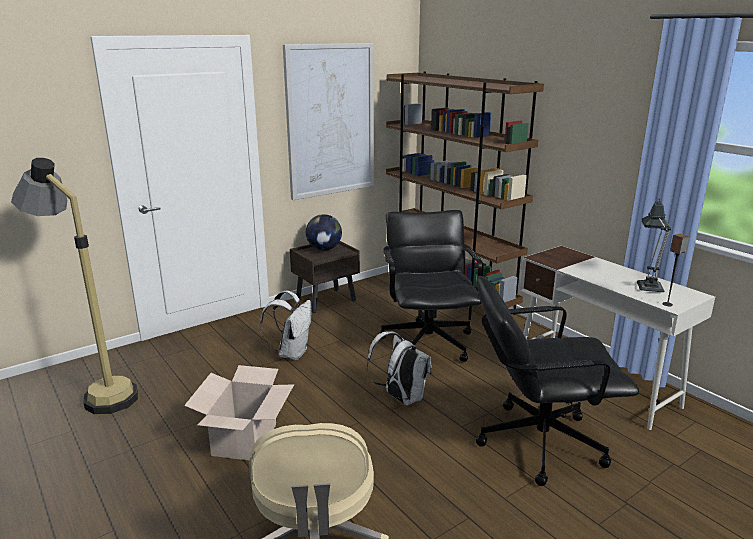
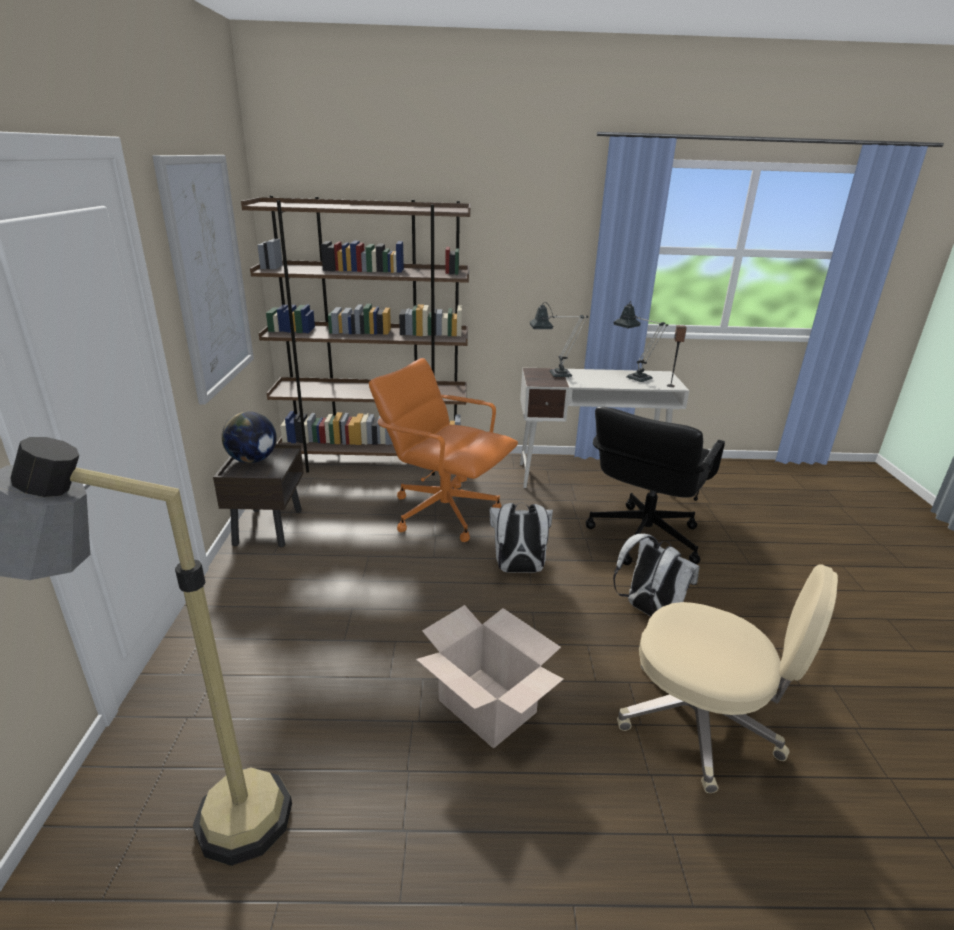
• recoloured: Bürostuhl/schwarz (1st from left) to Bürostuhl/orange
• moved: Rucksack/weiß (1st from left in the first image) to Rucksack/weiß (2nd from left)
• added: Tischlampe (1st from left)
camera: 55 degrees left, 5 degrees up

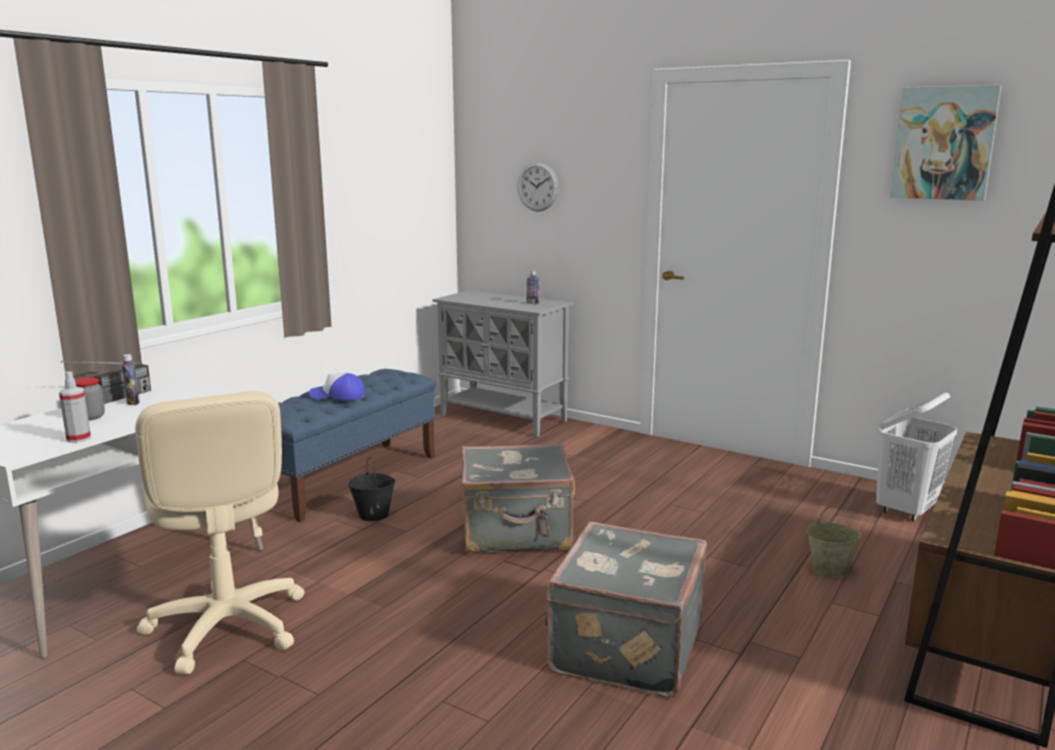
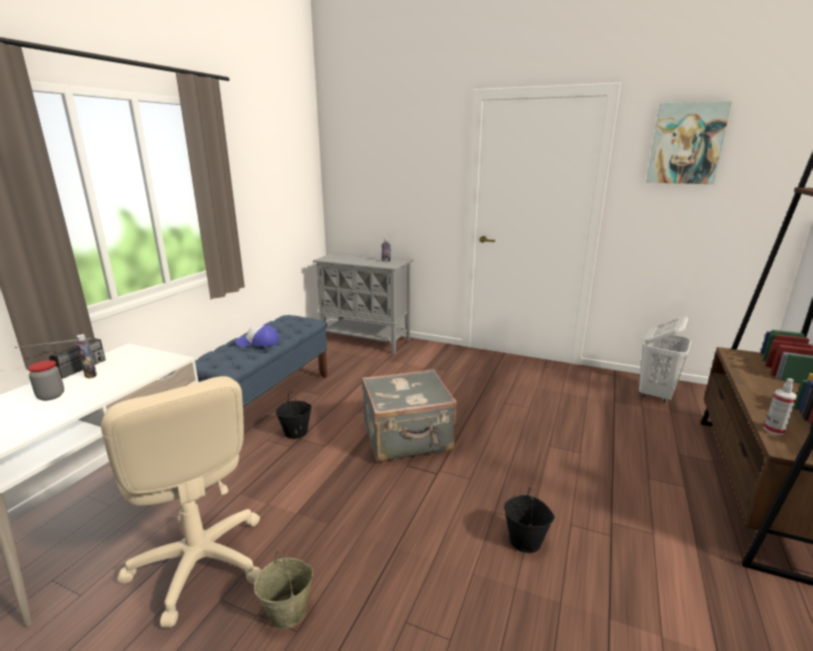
• removed: Wanduhr
• moved: Sprühflasche
• moved: Eimer/beige
• replaced: Koffer/grau (2nd from left) to Eimer/schwarz (2nd from left)
camera: 10 degrees left, 5 degrees up

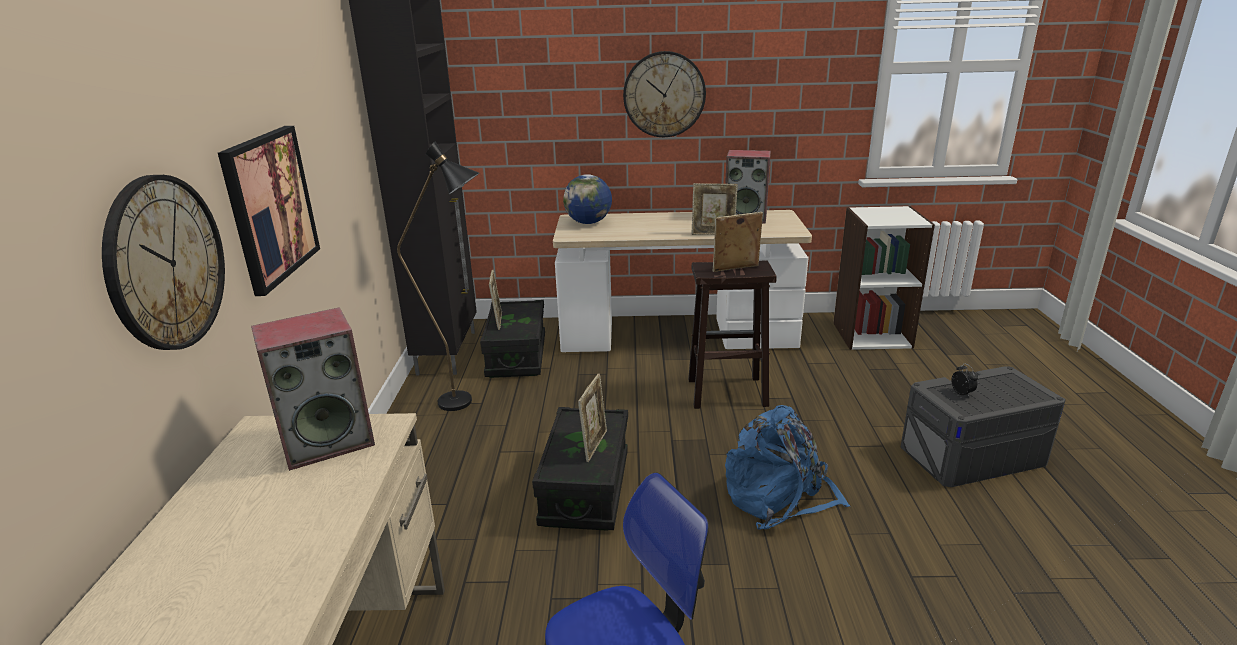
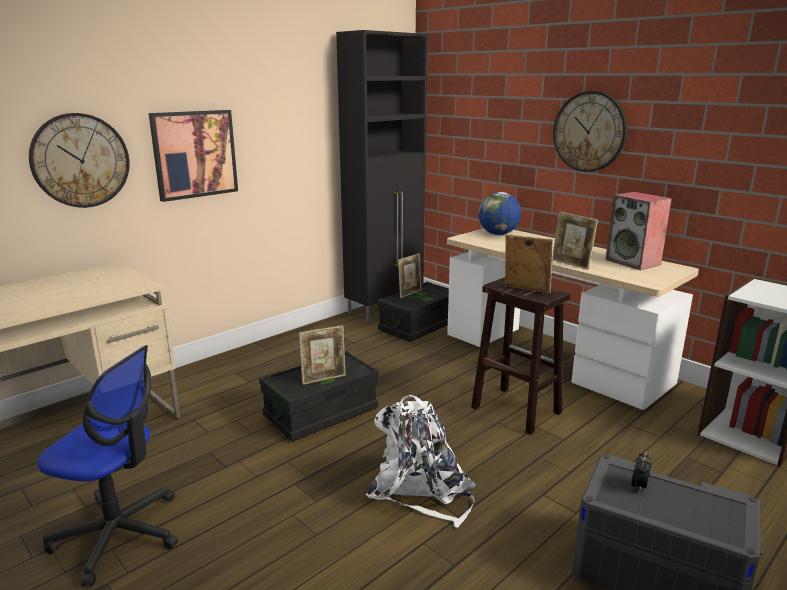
• removed: Stehlampe/schwarz
• removed: Lautsprecher (1st from left)
• recoloured: Rucksack/blau to Rucksack/weiß
camera: 45 degrees right, 5 degrees down

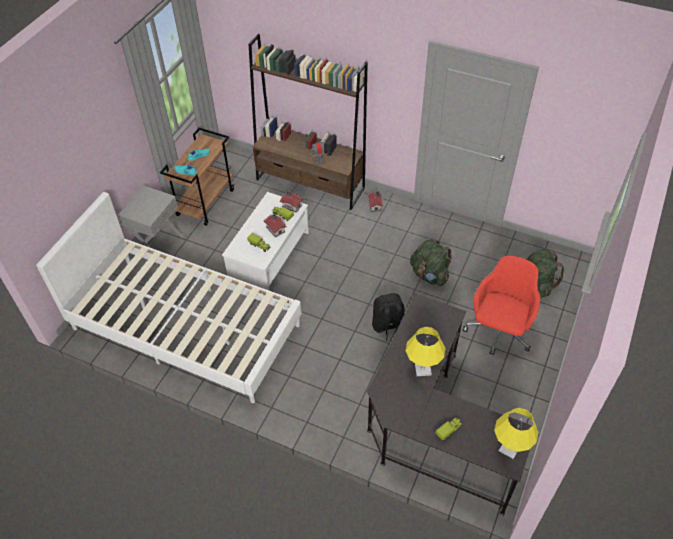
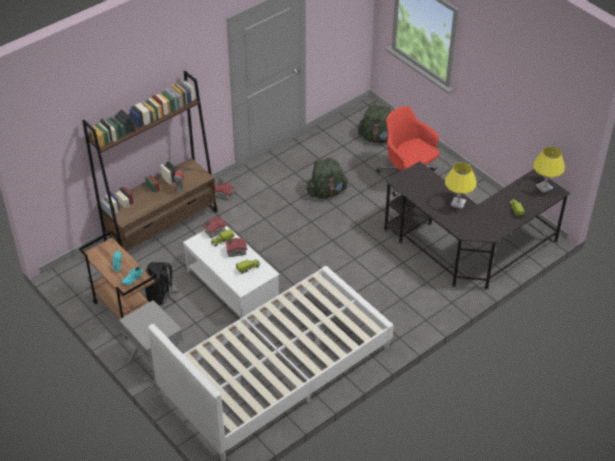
• moved: Rucksack/schwarz
camera: 65 degrees left, 5 degrees down

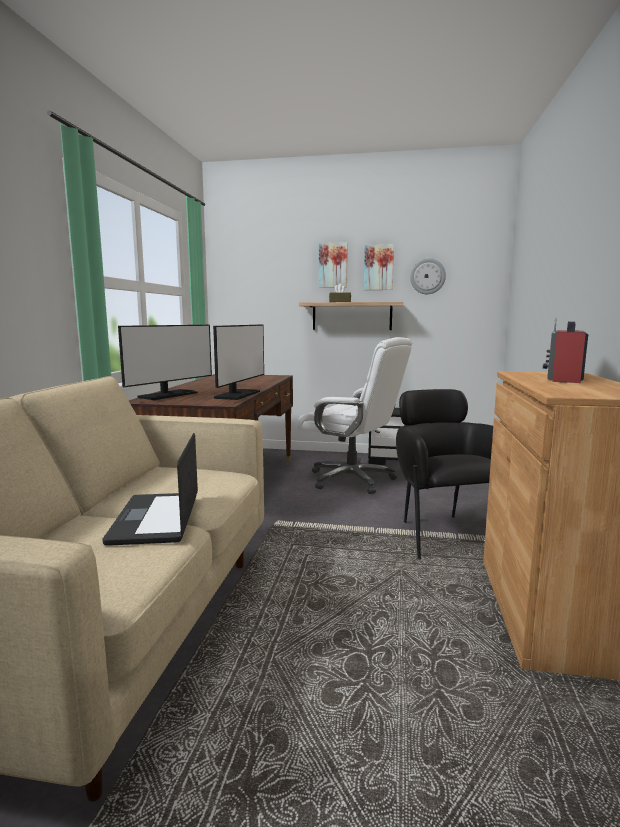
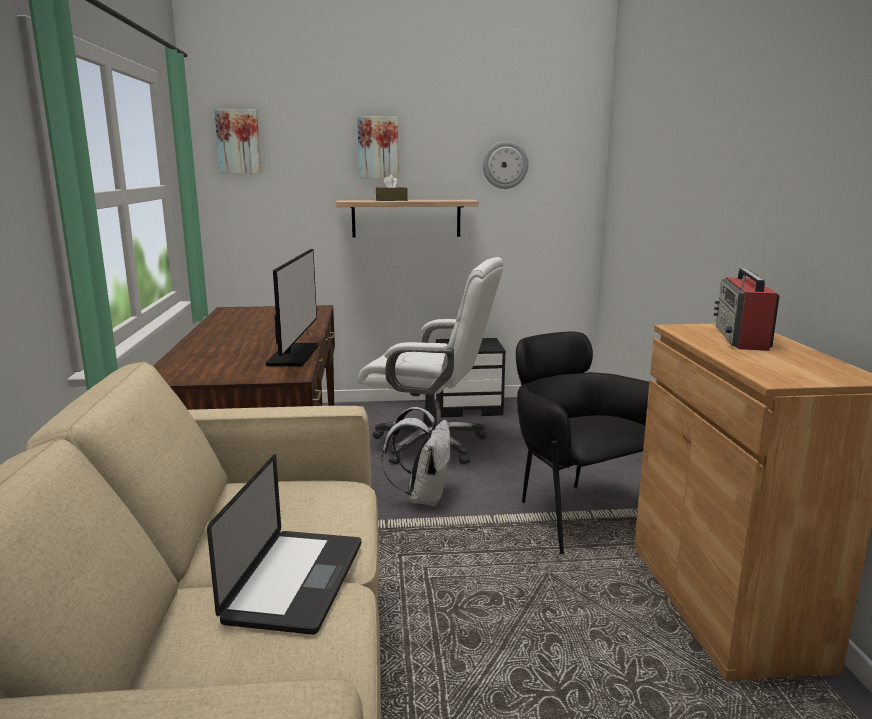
• moved: Bild (2nd from left in the first image) to Bild (1st from left)
• removed: Monitor (1st from left)
• turned: Laptop 150 degrees counterclockwise
• added: Rucksack/weiß
camera: 15 degrees left, 5 degrees up

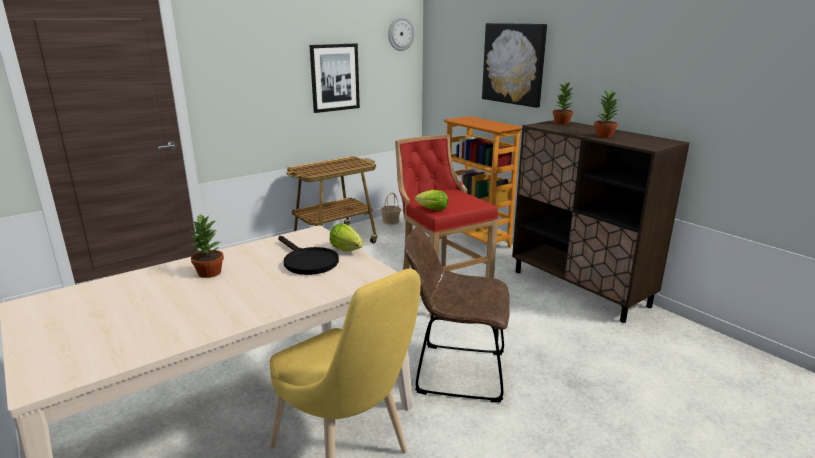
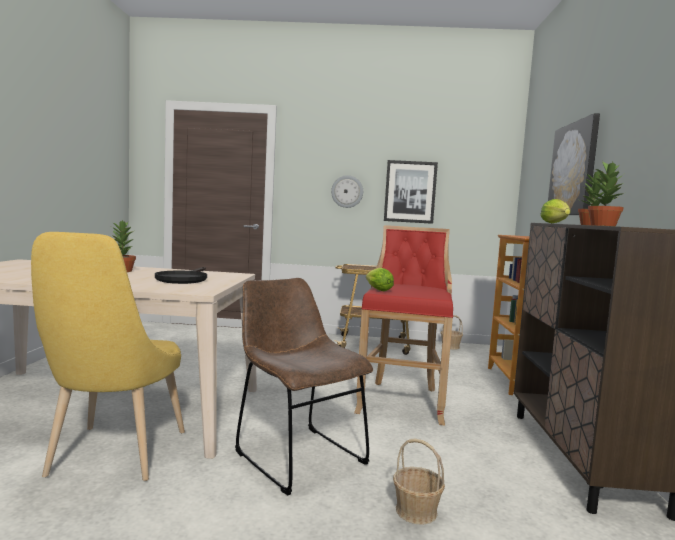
• moved: Wanduhr
• moved: Salatkopf (1st from left in the first image) to Salatkopf (2nd from left)
• added: Korb (1st from left)
camera: 40 degrees right, 15 degrees down

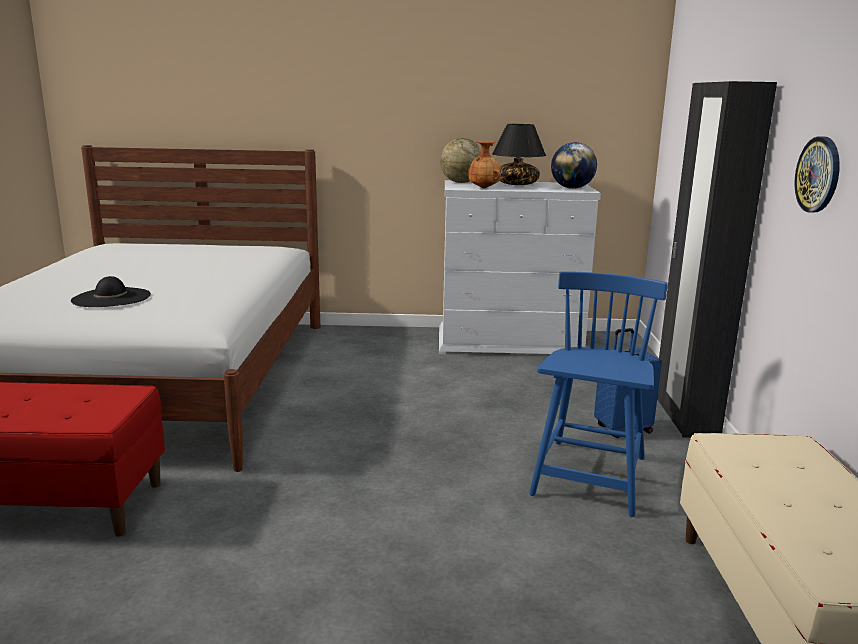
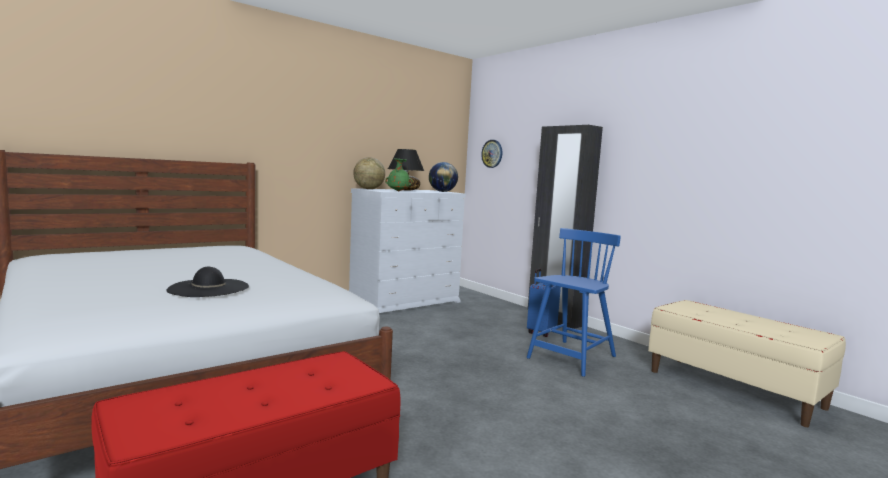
• moved: Wanduhr
• recoloured: Vase/braun to Vase/grün
• turned: Stuhl/blau 60 degrees clockwise
camera: 40 degrees left, 10 degrees down

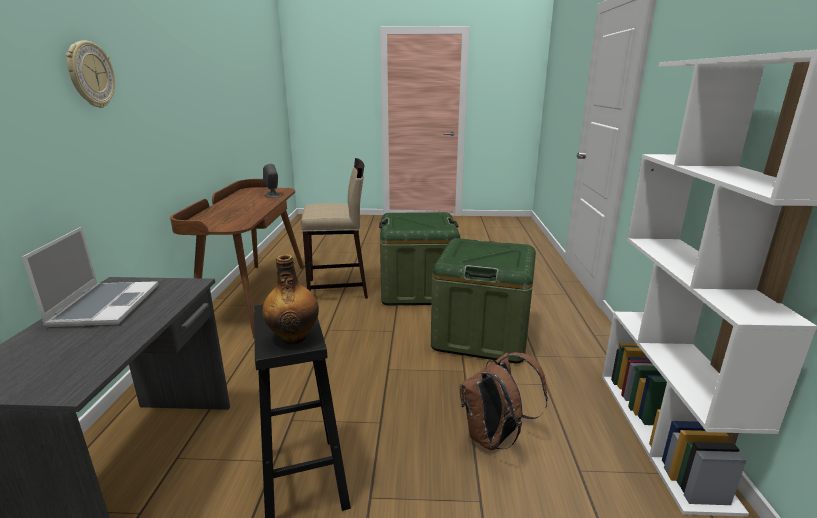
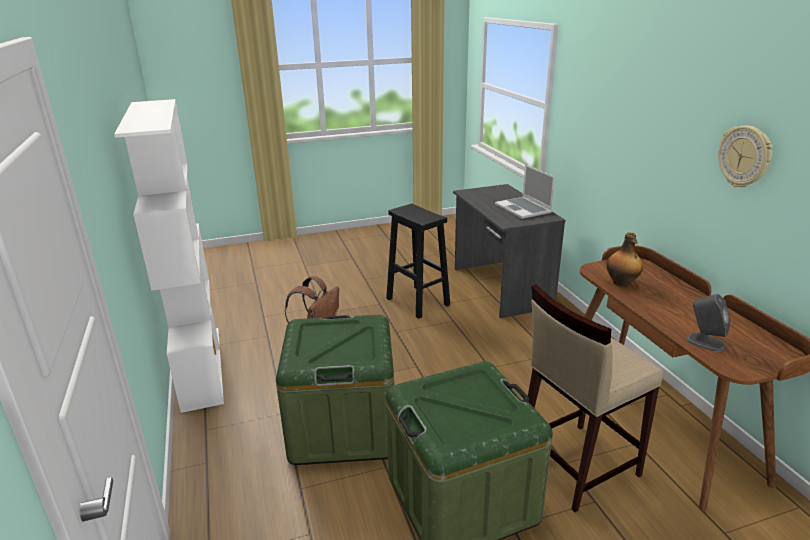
• moved: Wanduhr
• moved: Flasche
camera: 160 degrees right, 5 degrees up

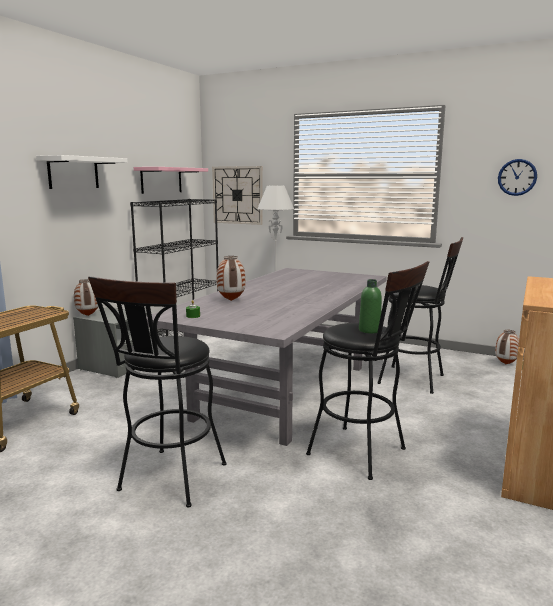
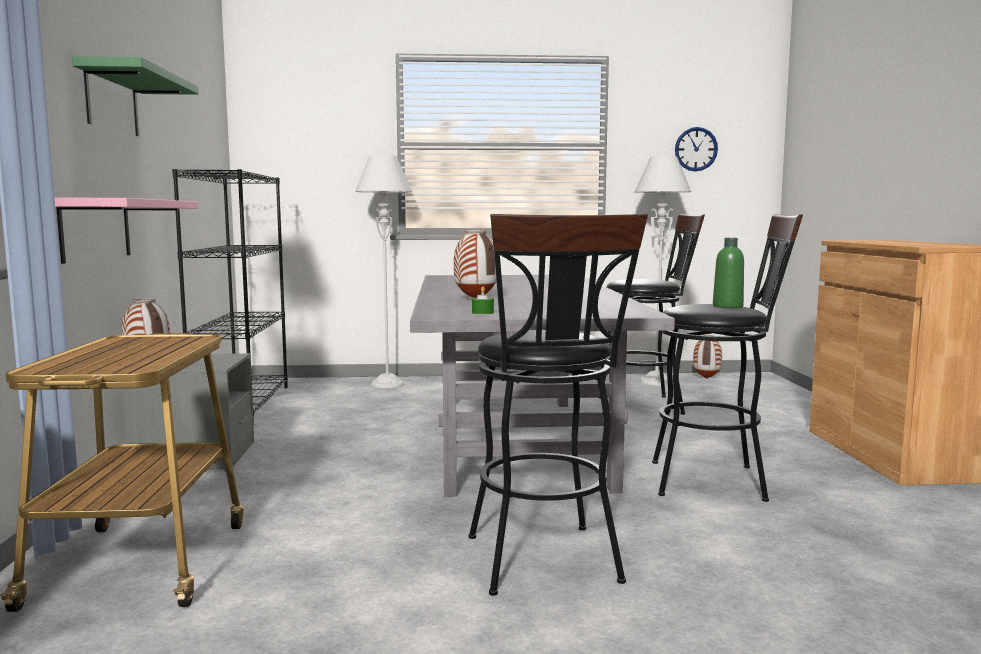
• recoloured: Wandregal/weiß to Wandregal/grün
• removed: Wanduhr (1st from left)
• moved: Wandregal/rosa
• added: Stehlampe/grau (2nd from left)
camera: 30 degrees left, 5 degrees down

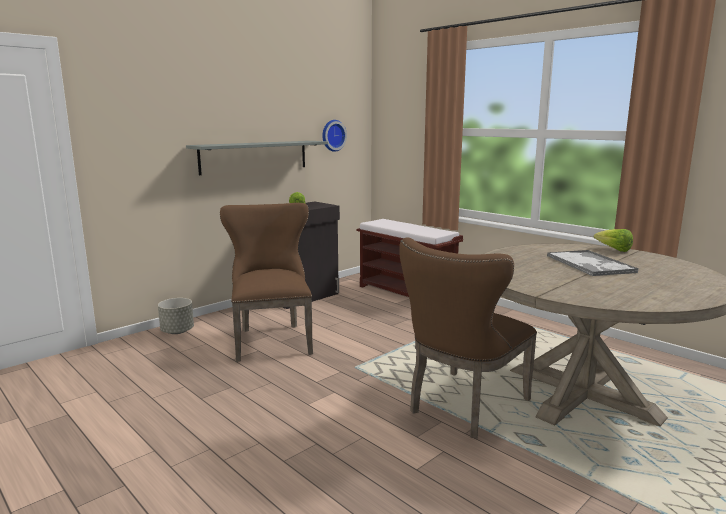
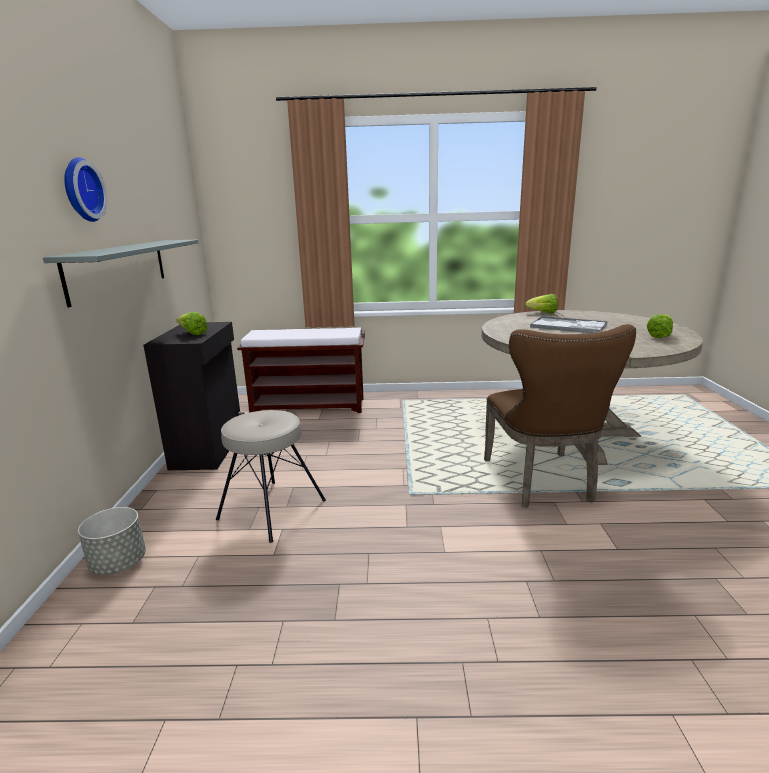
• moved: Wanduhr
• replaced: Stuhl/braun (1st from left) to Hocker/beige
• added: Salatkopf (3rd from left)
camera: 45 degrees left, 5 degrees up

